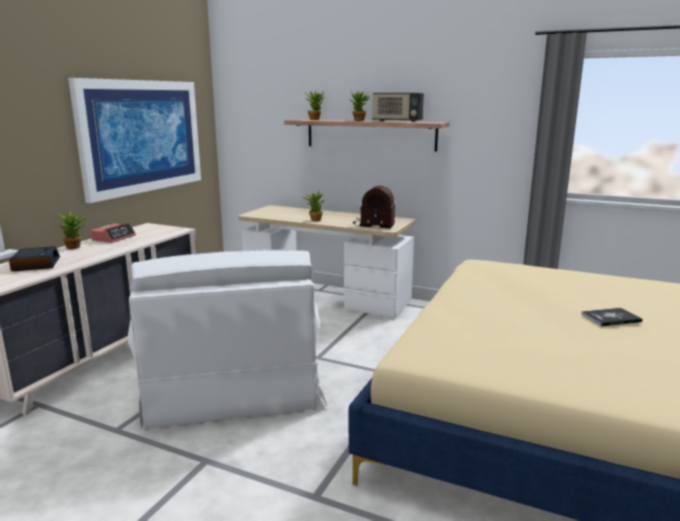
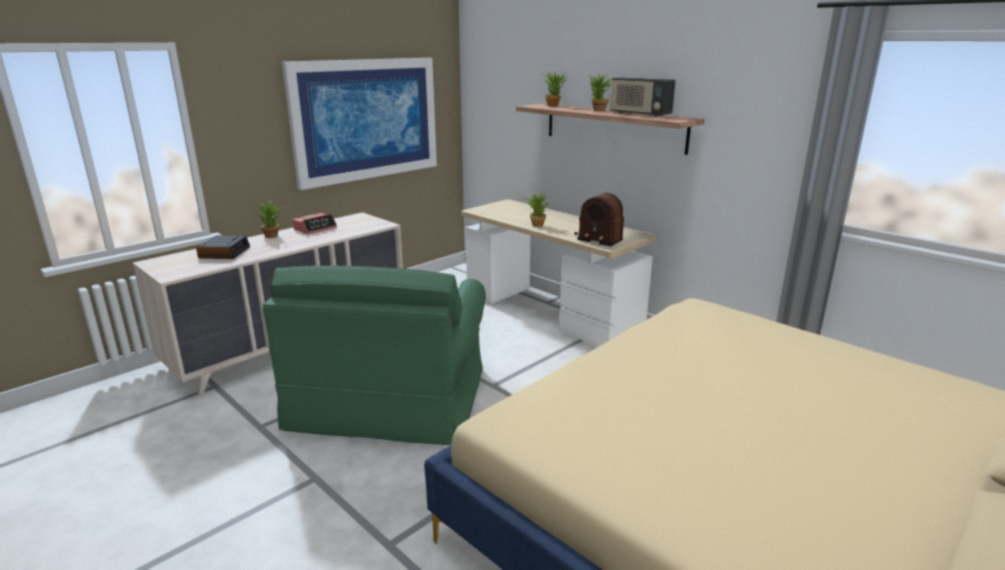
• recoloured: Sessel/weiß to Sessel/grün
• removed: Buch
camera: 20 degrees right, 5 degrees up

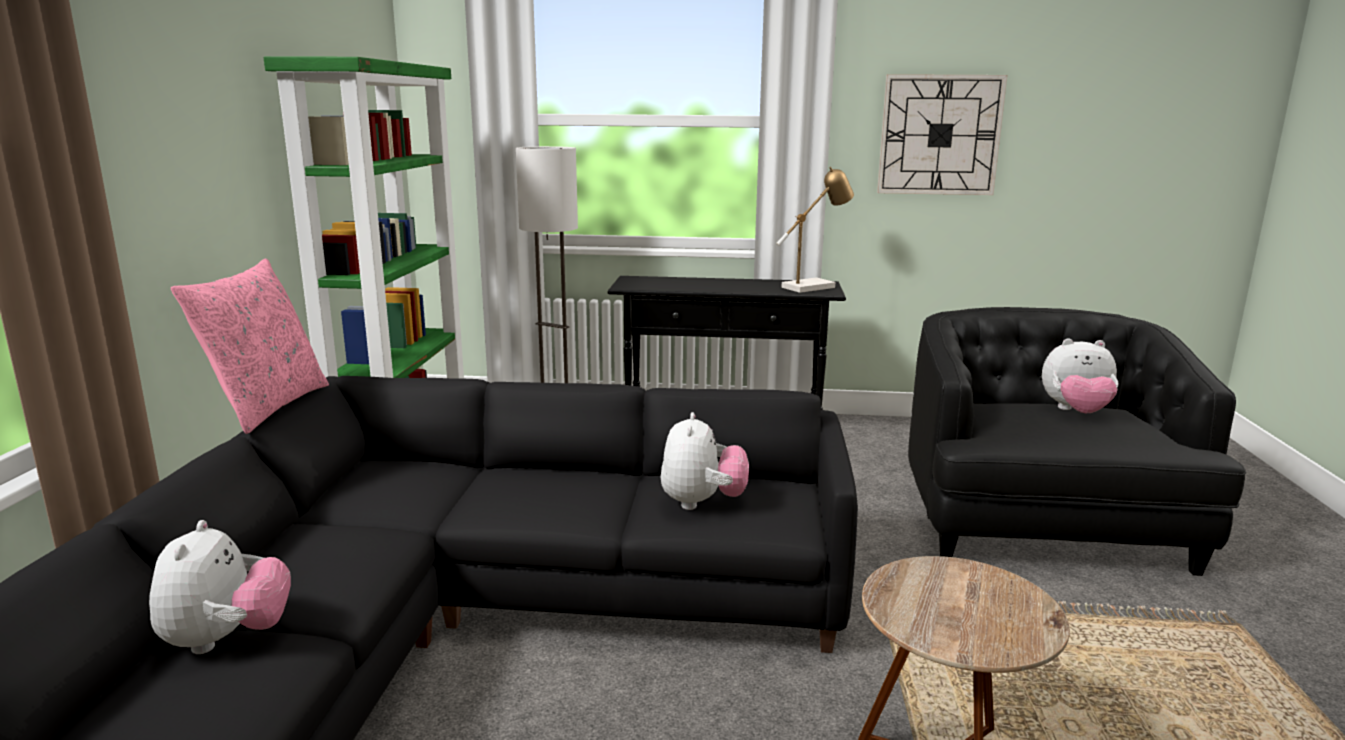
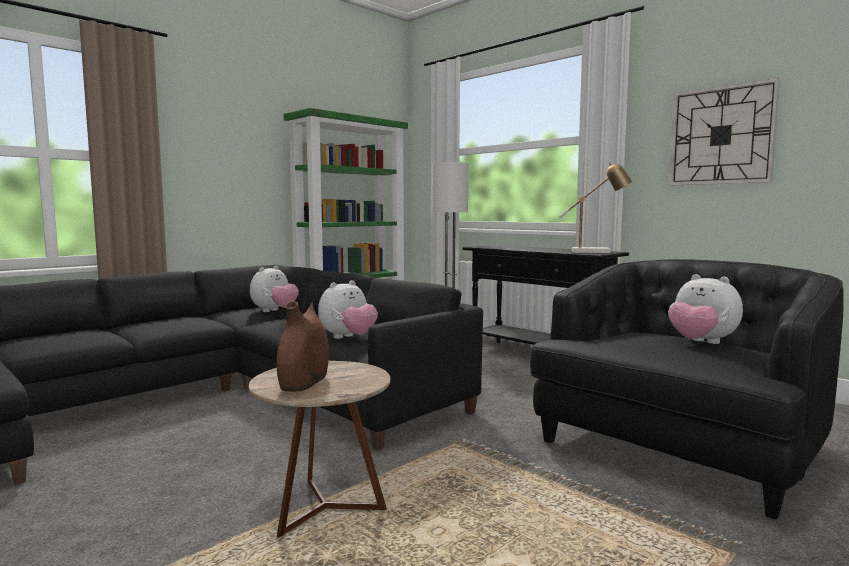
• removed: Kissen/rosa
• moved: Plüschtier (1st from left)
• added: Vase/braun
camera: 40 degrees right, 10 degrees down

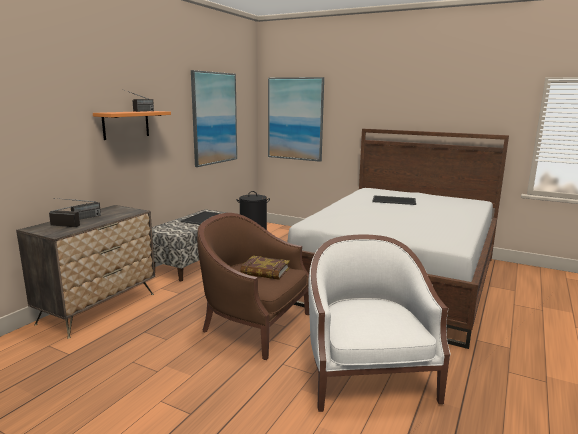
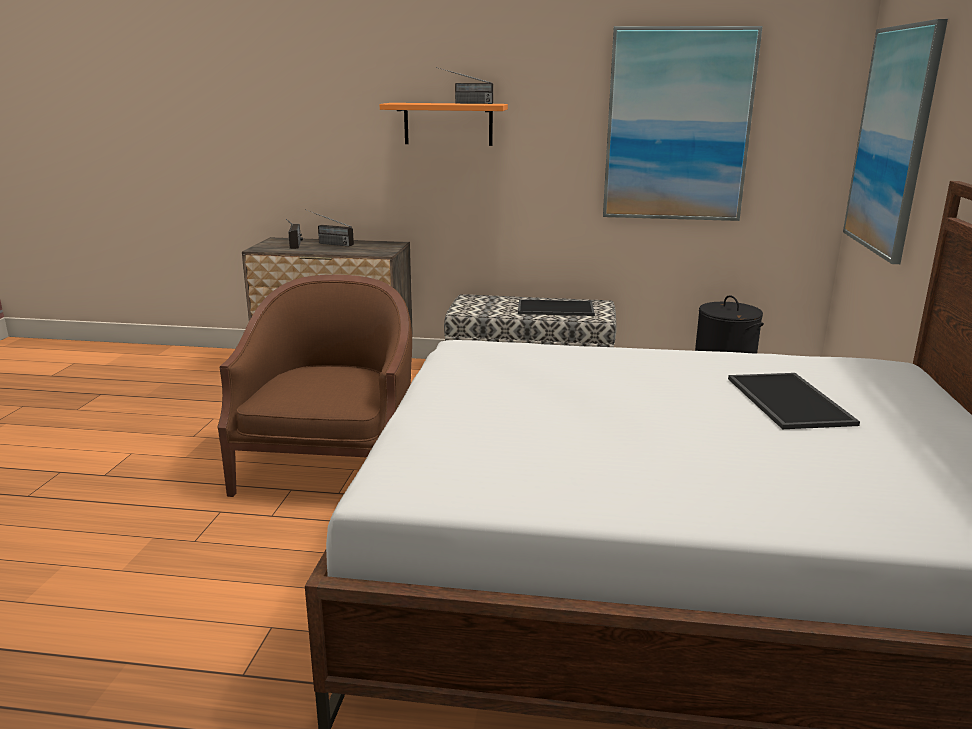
• removed: Sessel/weiß
• removed: Buch
camera: 70 degrees right, 5 degrees up

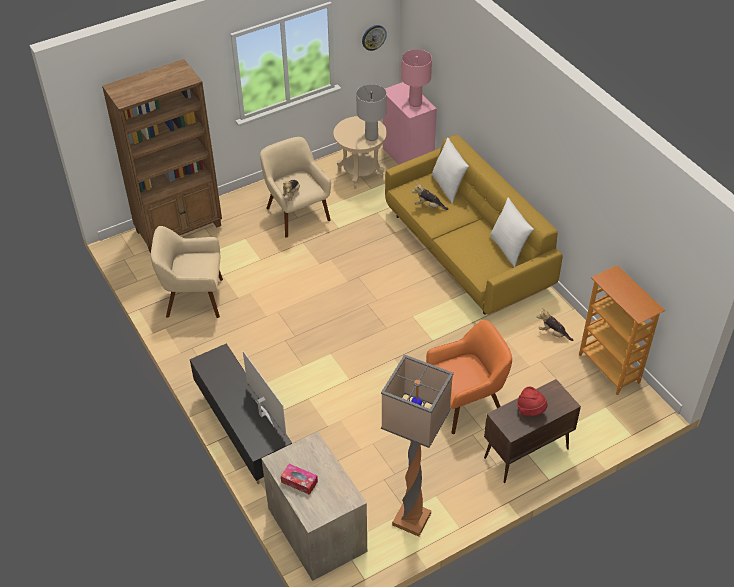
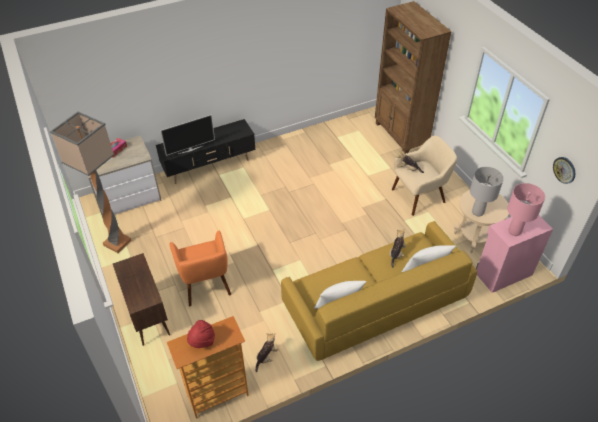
• removed: Sessel/beige (1st from left)
• moved: Hut/rot
camera: 95 degrees right, 0 degrees up

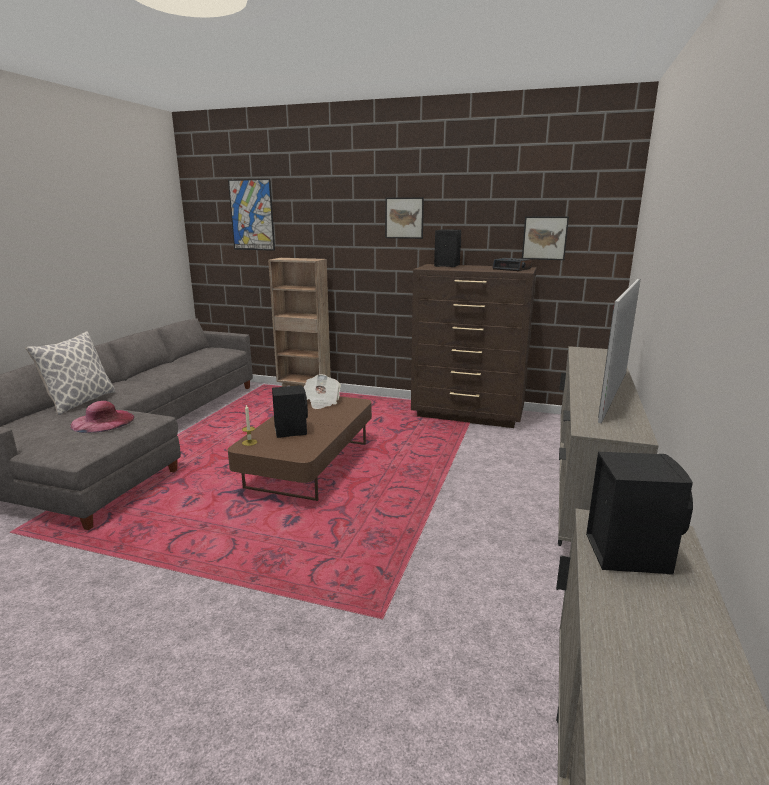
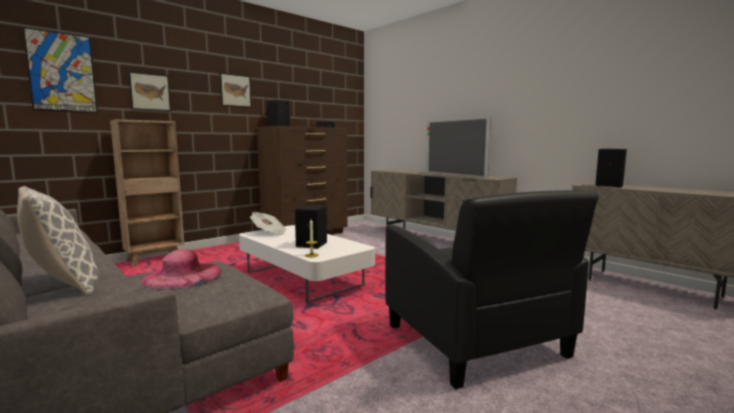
• moved: Bild (3rd from left in the first image) to Bild (2nd from left)
• recoloured: Couchtisch/braun to Couchtisch/weiß
• added: Sessel/schwarz
camera: 60 degrees left, 10 degrees down

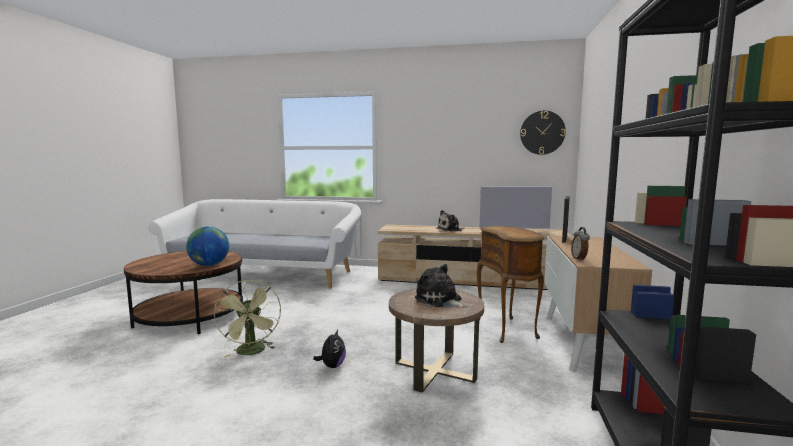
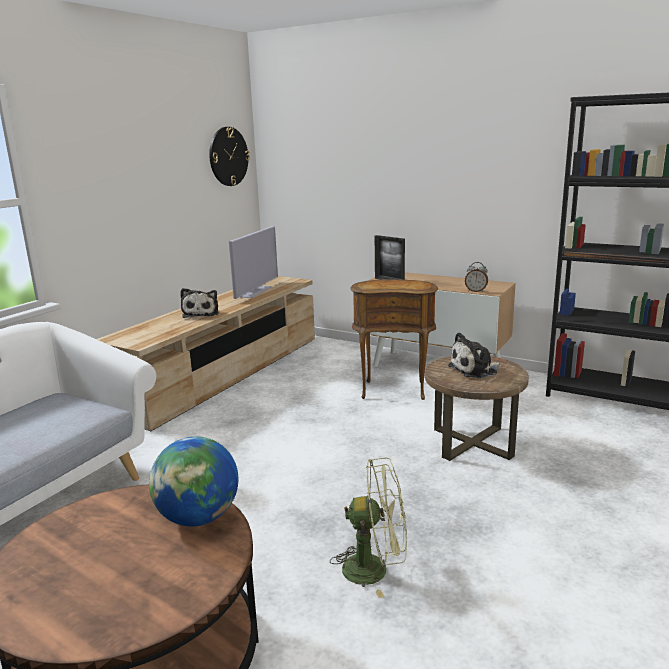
• removed: Plüschtier (1st from left)
camera: 70 degrees left, 10 degrees up

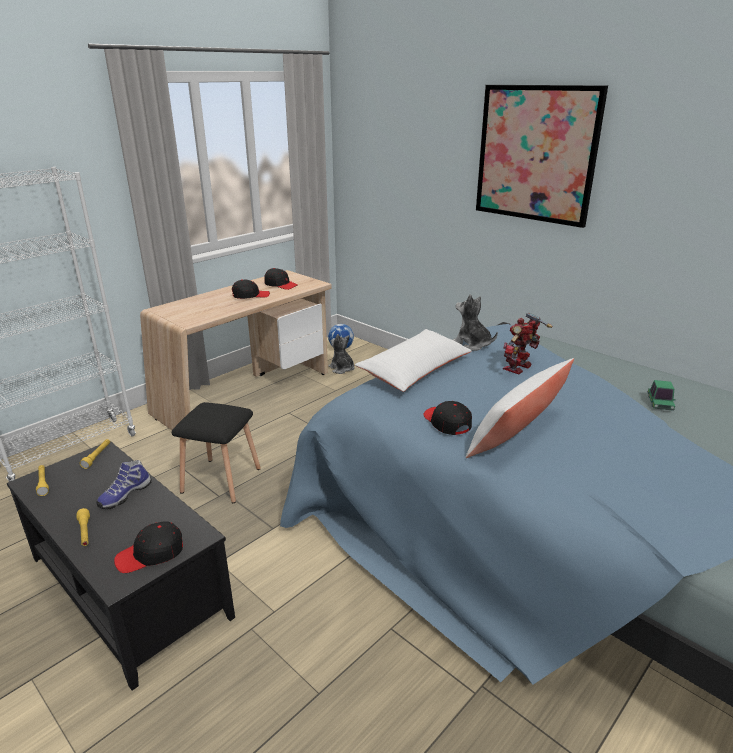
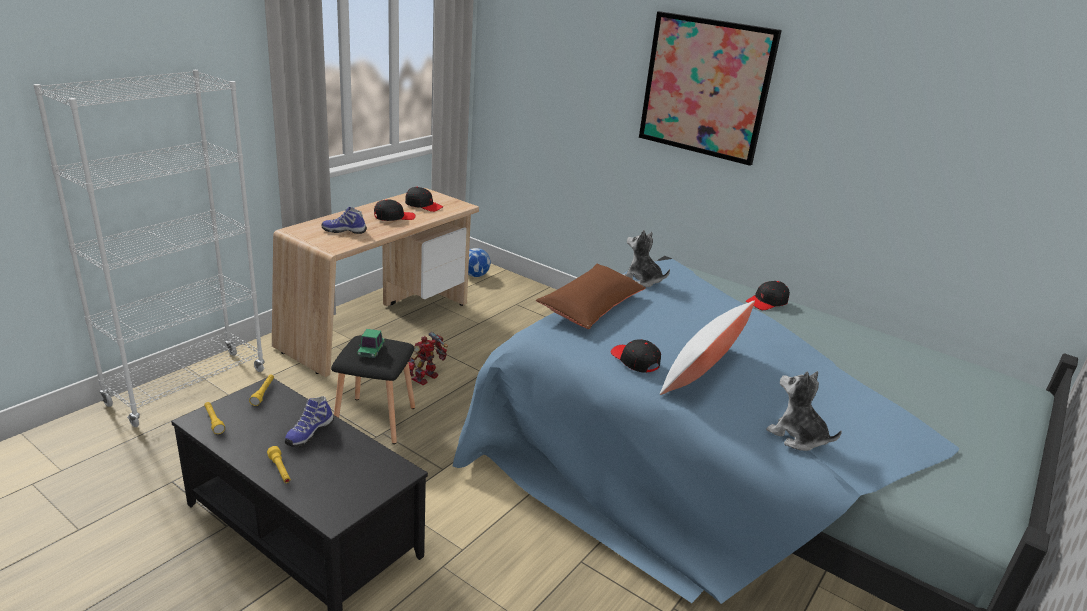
• moved: Spielzeugroboter
• recoloured: Kissen/weiß (1st from left) to Kissen/braun
• moved: Plüschtier (1st from left in the first image) to Plüschtier (2nd from left)
• moved: Spielzeugauto
• moved: Kappe/schwarz (1st from left in the first image) to Kappe/schwarz (4th from left)
• added: Schuh (2nd from left)
camera: 10 degrees left, 0 degrees up

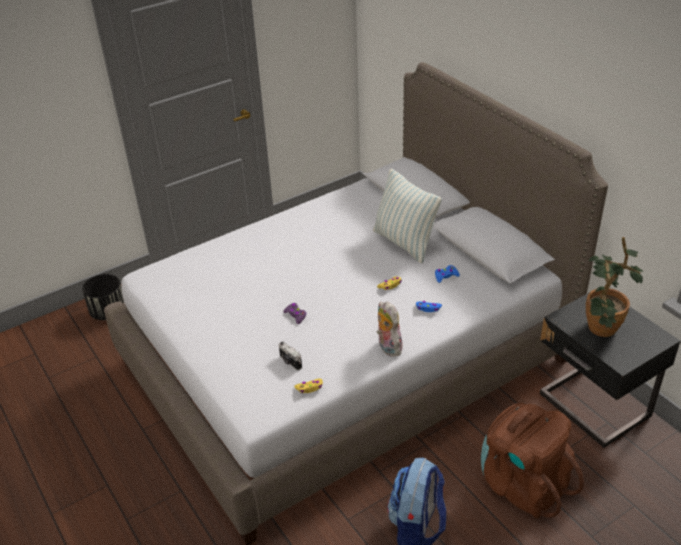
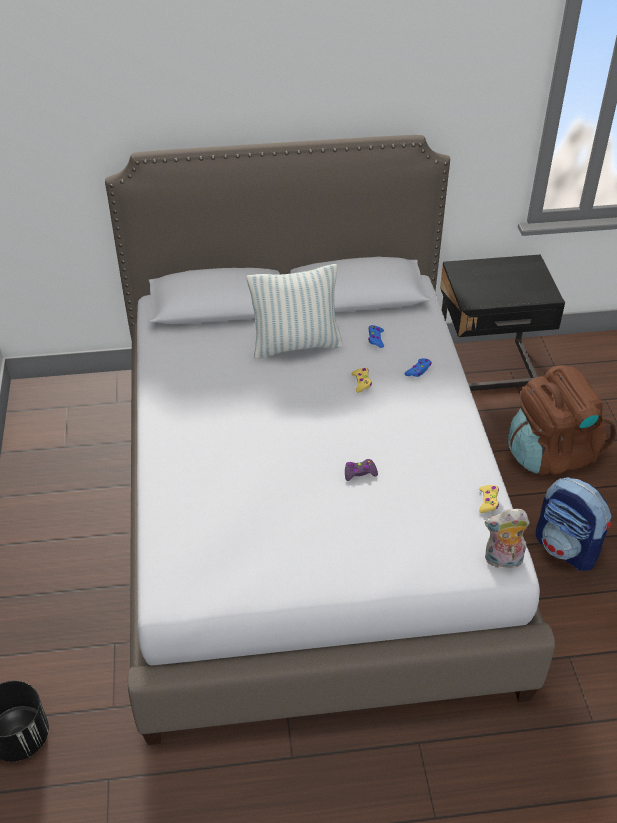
• removed: Topfpflanze
• moved: Plüschtier
• removed: Kamera
camera: 65 degrees left, 5 degrees up

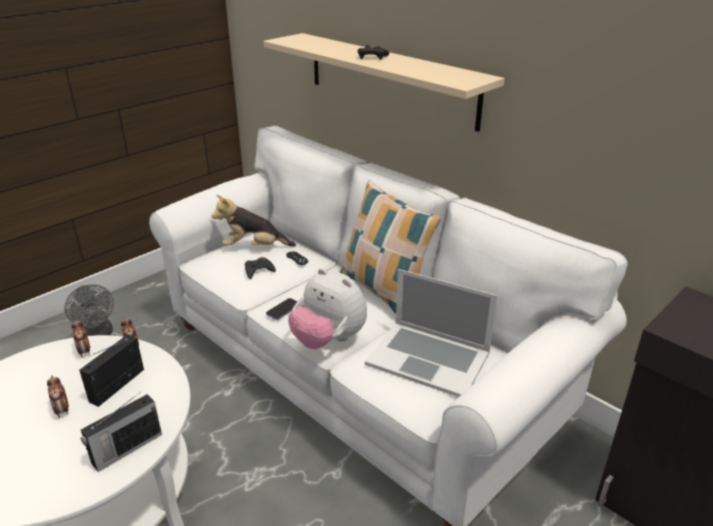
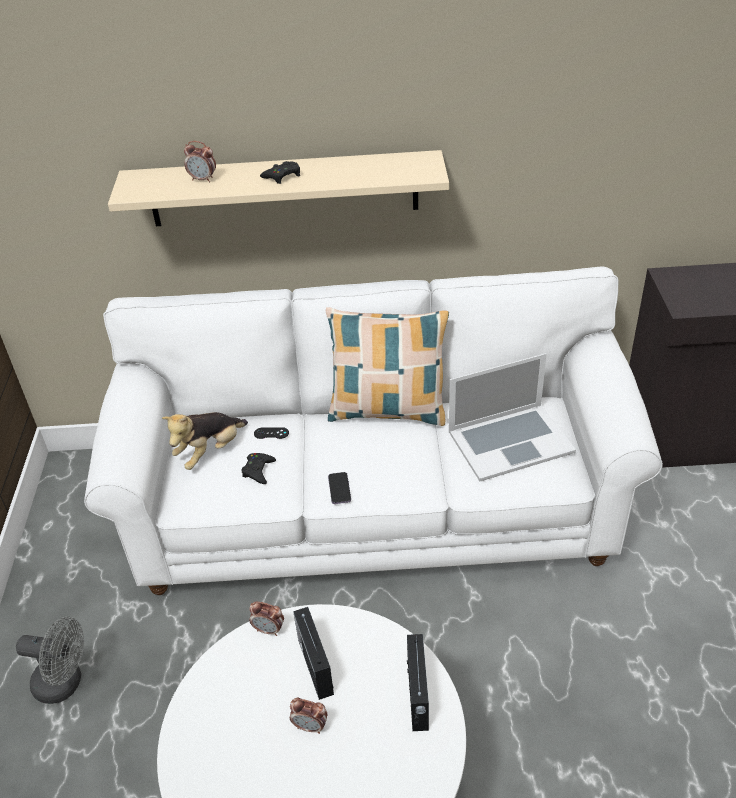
• removed: Plüschtier (2nd from left)
• moved: Wecker (2nd from left in the first image) to Wecker (1st from left)
camera: 45 degrees left, 10 degrees up

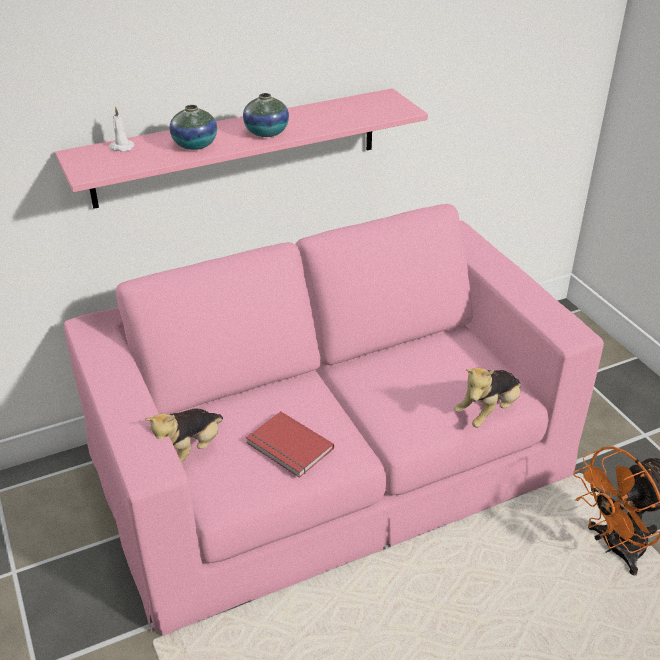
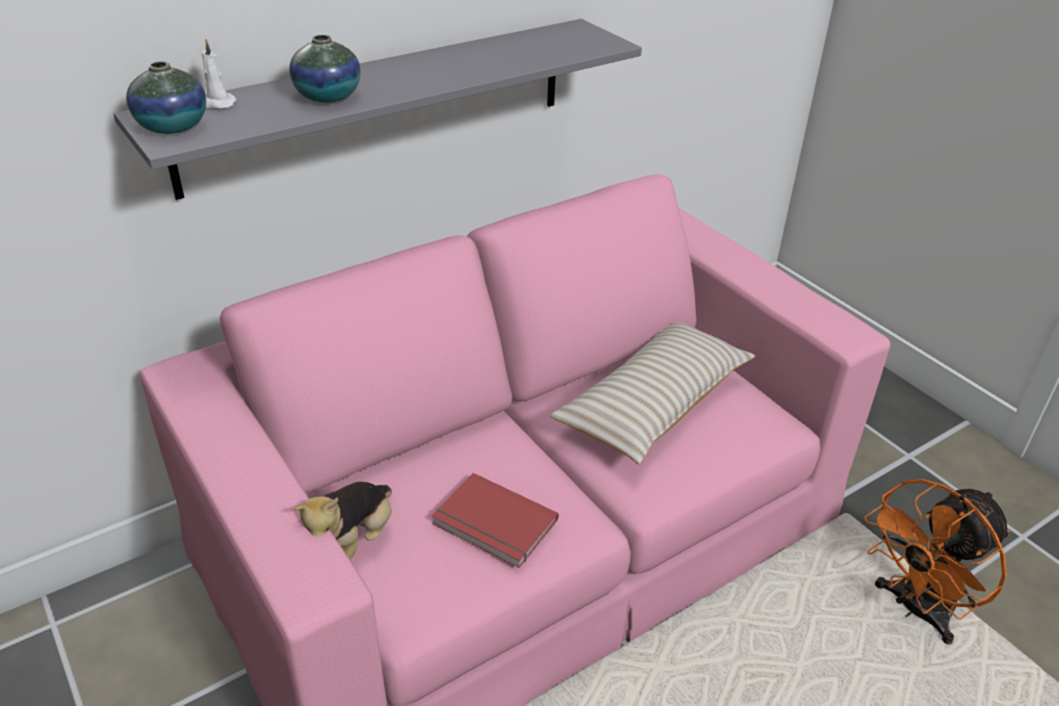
• recoloured: Wandregal/rosa to Wandregal/grau
• moved: Vase (2nd from left in the first image) to Vase (1st from left)
• removed: Plüschtier (2nd from left)
• added: Kissen/beige
camera: 10 degrees left, 0 degrees up

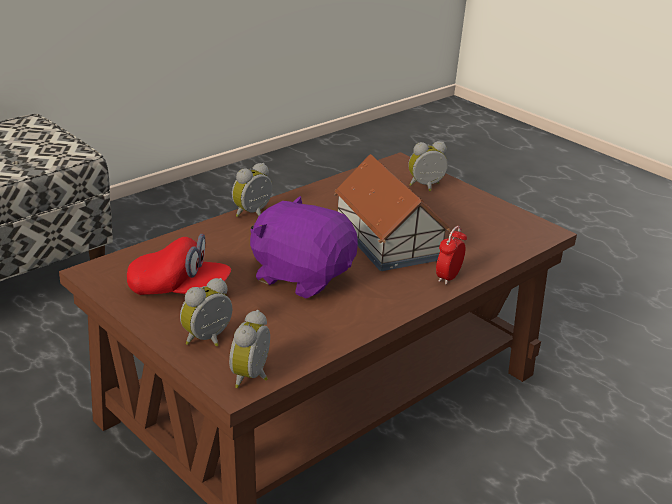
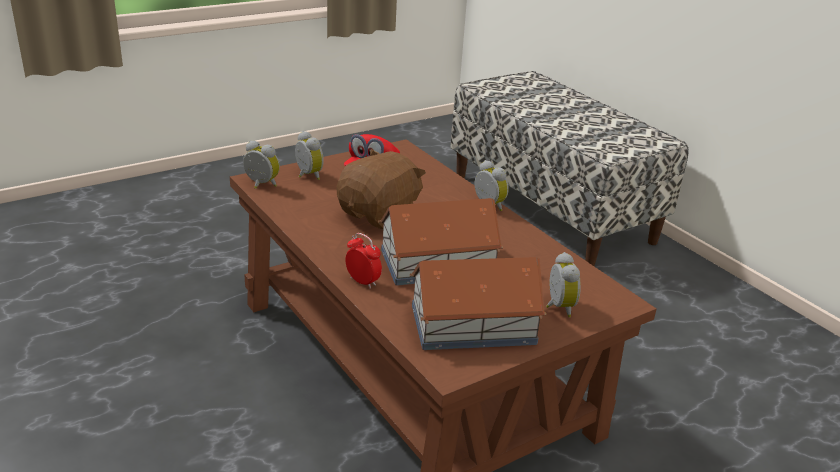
• recoloured: Plüschtier/lila to Plüschtier/braun
• added: Spielzeughaus (2nd from left)
camera: 100 degrees right, 0 degrees up

